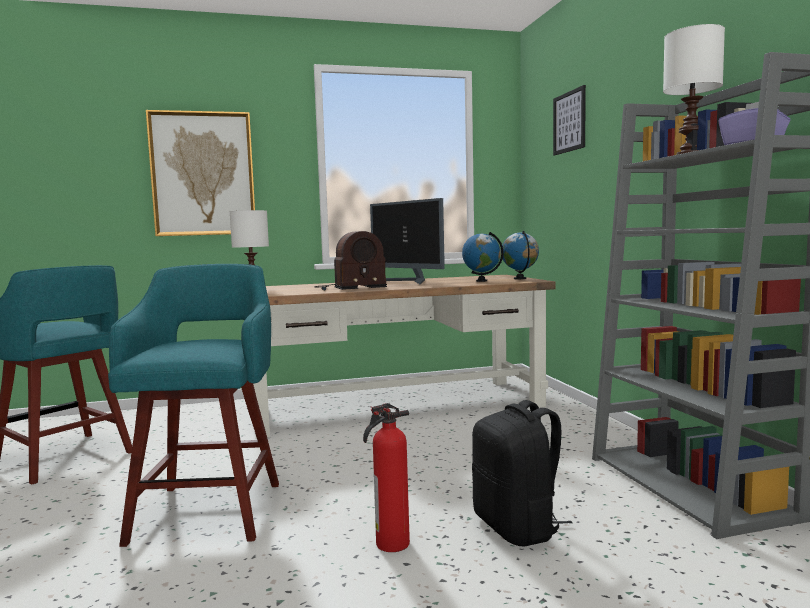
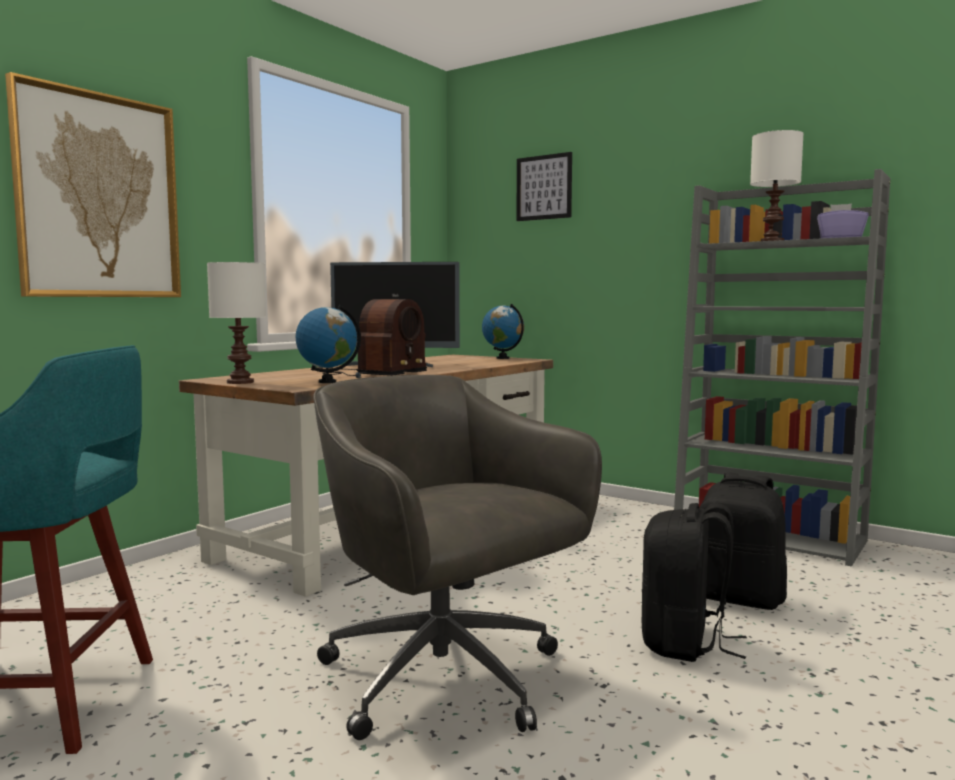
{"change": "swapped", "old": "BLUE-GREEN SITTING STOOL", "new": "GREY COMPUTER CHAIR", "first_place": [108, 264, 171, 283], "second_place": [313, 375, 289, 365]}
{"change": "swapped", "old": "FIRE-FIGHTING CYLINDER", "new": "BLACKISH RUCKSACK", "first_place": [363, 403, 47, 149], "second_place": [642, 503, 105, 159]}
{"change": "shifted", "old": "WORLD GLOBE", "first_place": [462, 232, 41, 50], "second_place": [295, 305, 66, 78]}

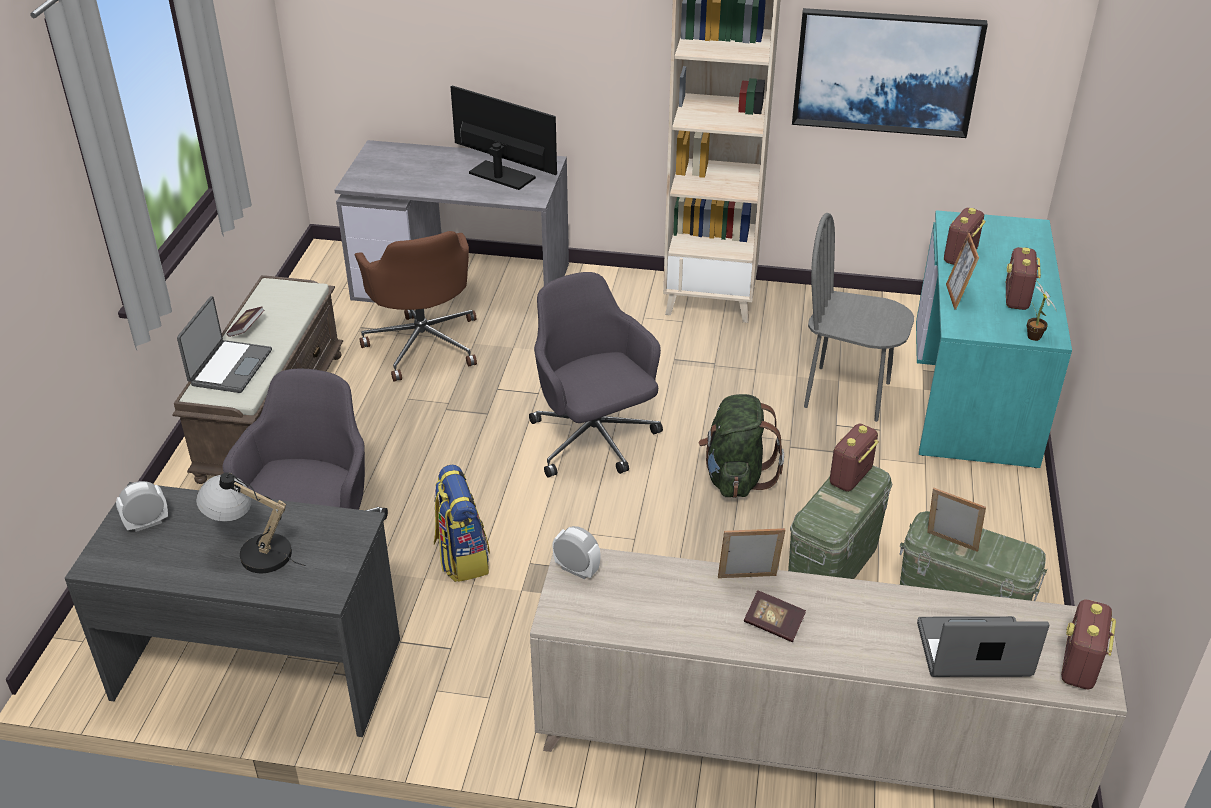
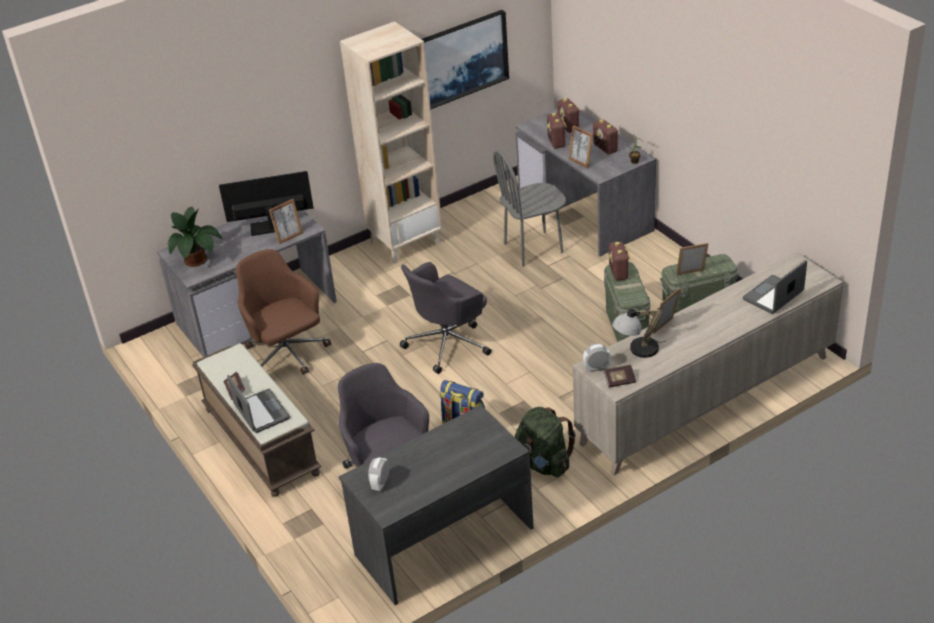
{"change": "shifted", "old": "TABLE LAMP", "first_place": [196, 472, 110, 101], "second_place": [612, 307, 53, 51]}
{"change": "rotated", "old": "BROWN COMPUTER CHAIR", "first_place": [354, 231, 123, 151], "second_place": [236, 249, 95, 126], "degrees": -150}
{"change": "rotated", "old": "GREY COMPUTER CHAIR", "first_place": [529, 272, 134, 206], "second_place": [400, 262, 92, 112], "degrees": -60}
{"change": "shifted", "old": "GREENISH RUCKSACK", "first_place": [699, 394, 85, 104], "second_place": [515, 407, 61, 70]}
{"change": "shifted", "old": "VOLUME", "first_place": [744, 590, 62, 52], "second_place": [603, 365, 33, 23]}
{"change": "repainted", "old": "BLUE-GREEN DESK TABLE", "new": "GREY DESK TABLE", "first_place": [916, 210, 156, 258], "second_place": [515, 108, 141, 148]}
{"change": "shifted", "old": "RADIO", "first_place": [1061, 600, 55, 89], "second_place": [557, 98, 23, 35]}
{"change": "new", "new": "PLANT IN A POT", "second_place": [168, 207, 55, 60]}
{"change": "new", "new": "PHOTO FRAME", "second_place": [269, 199, 34, 45]}

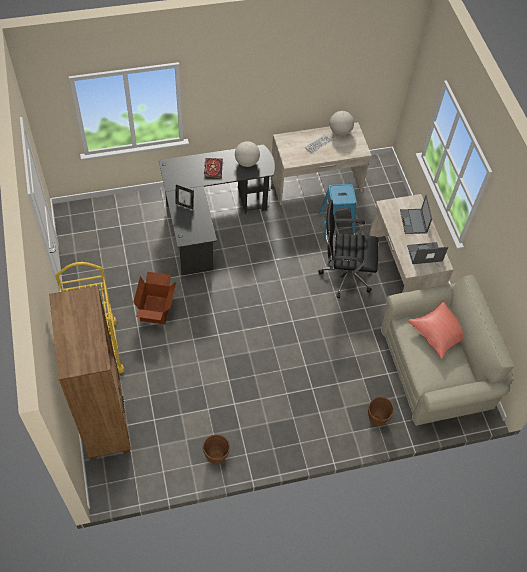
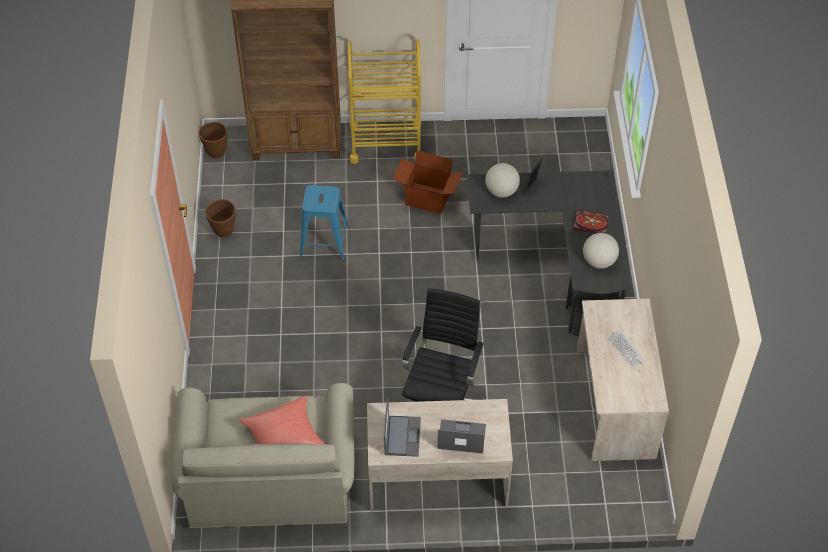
{"change": "shifted", "old": "BLUISH SITTING STOOL", "first_place": [318, 184, 39, 55], "second_place": [300, 185, 49, 75]}
{"change": "shifted", "old": "WORLD GLOBE", "first_place": [330, 111, 24, 25], "second_place": [485, 163, 35, 34]}
{"change": "shifted", "old": "BROWN PLANT POT", "first_place": [368, 397, 26, 29], "second_place": [198, 122, 30, 36]}

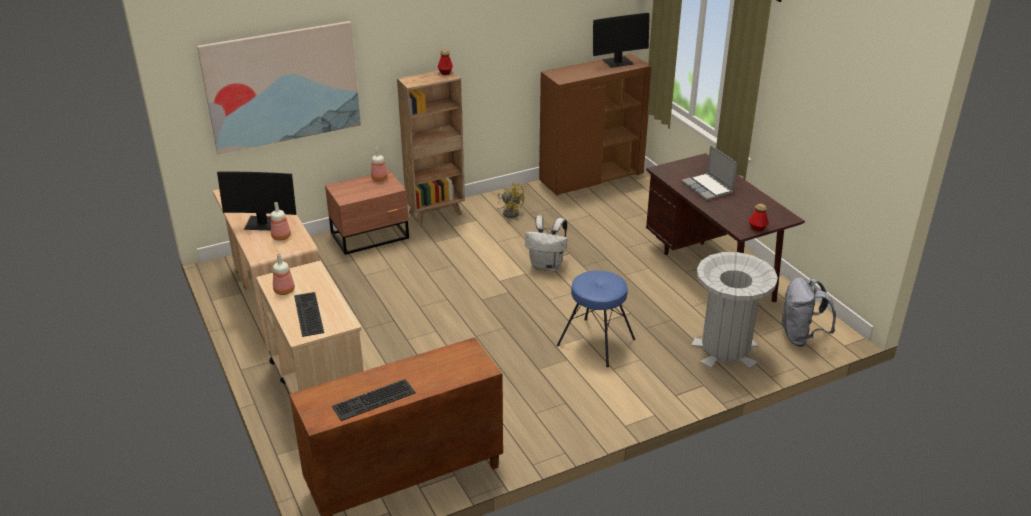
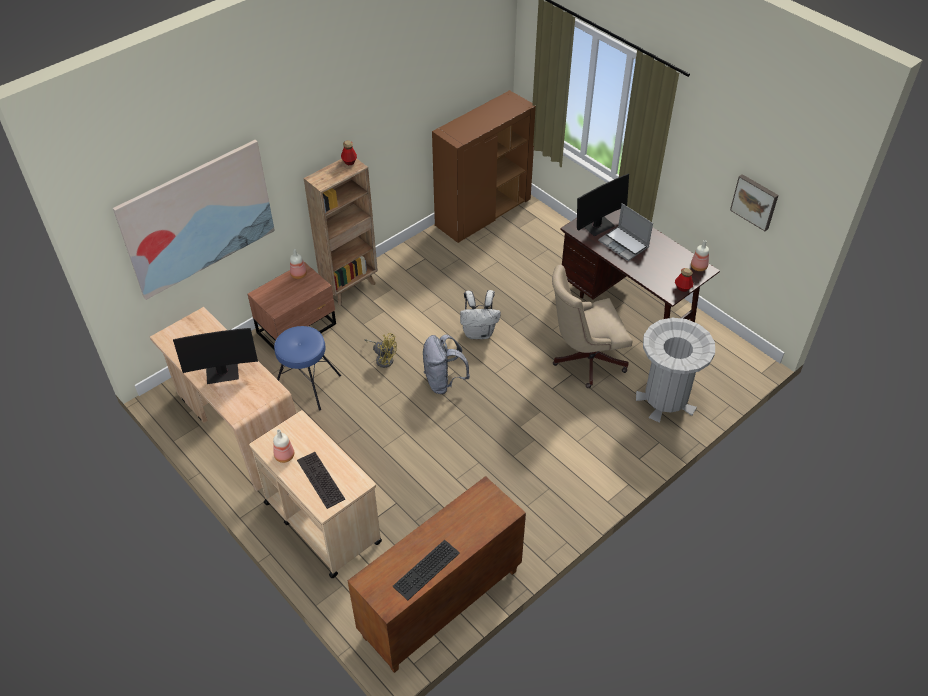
{"change": "shifted", "old": "BOTTLE", "first_place": [271, 202, 20, 39], "second_place": [691, 240, 18, 31]}
{"change": "shifted", "old": "YELLOWISH FAN", "first_place": [498, 183, 26, 35], "second_place": [365, 333, 32, 35]}
{"change": "shifted", "old": "BLUISH SITTING STOOL", "first_place": [557, 270, 78, 97], "second_place": [274, 326, 67, 85]}
{"change": "shifted", "old": "MONITOR", "first_place": [593, 13, 57, 55], "second_place": [577, 174, 52, 62]}
{"change": "shifted", "old": "GREY RUCKSACK", "first_place": [781, 277, 55, 70], "second_place": [423, 334, 47, 60]}
{"change": "new", "new": "BEIGE-COLOURED COMPUTER CHAIR", "second_place": [552, 265, 80, 123]}
{"change": "new", "new": "PICTURE", "second_place": [730, 174, 49, 57]}

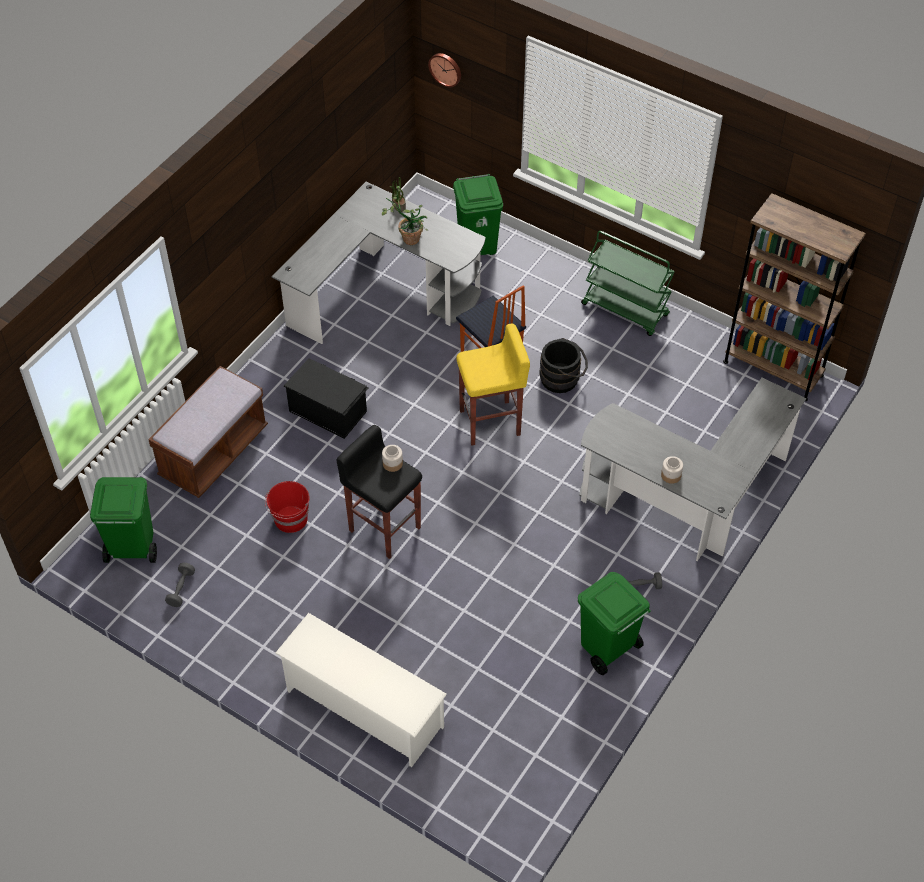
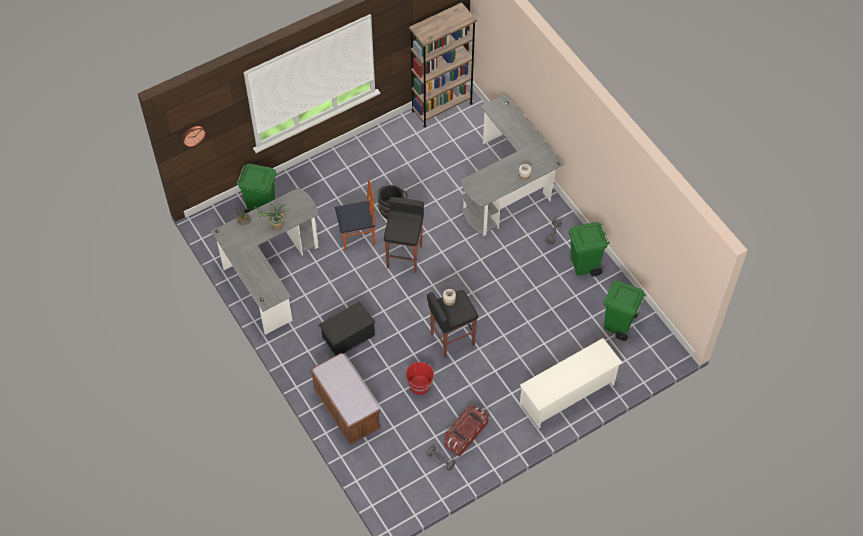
{"change": "shifted", "old": "GREENISH WASTE BIN", "first_place": [90, 477, 67, 86], "second_place": [603, 281, 43, 60]}
{"change": "repainted", "old": "YELLOWISH SITTING STOOL", "new": "BLACKISH SITTING STOOL", "first_place": [456, 324, 74, 122], "second_place": [384, 197, 40, 76]}
{"change": "gone", "old": "GREENISH WHEELED CART", "first_place": [581, 231, 94, 105]}
{"change": "new", "new": "STORAGE BOX", "second_place": [444, 406, 45, 50]}

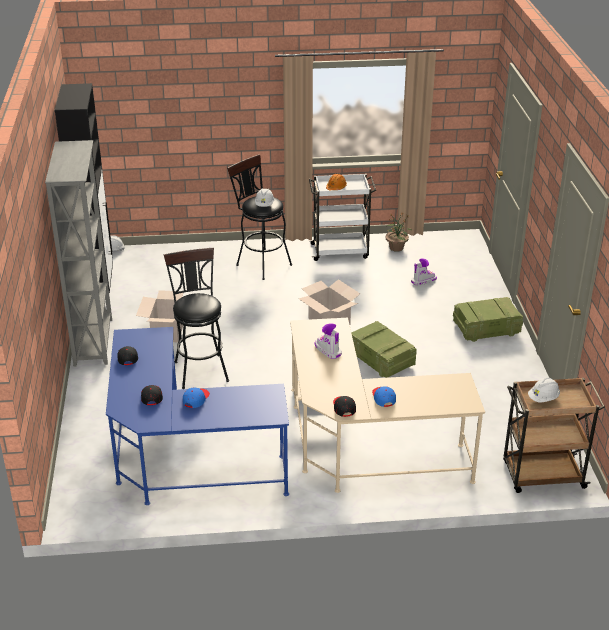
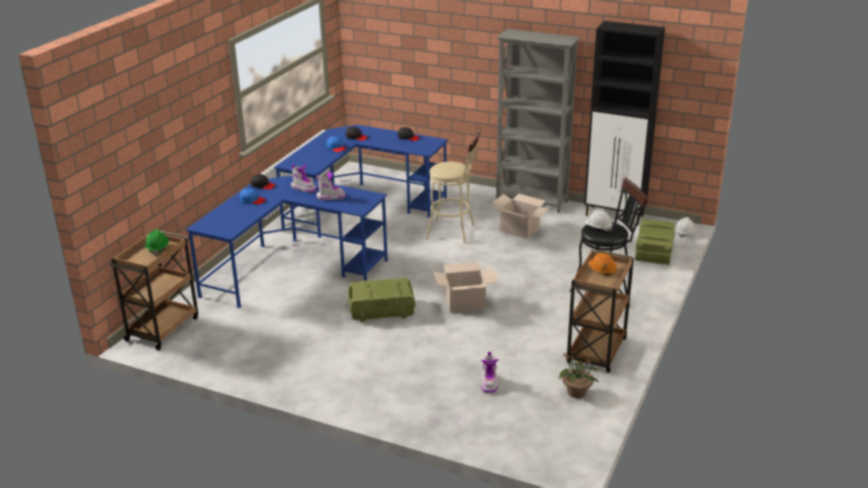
{"change": "repainted", "old": "BLACKISH SITTING STOOL", "new": "BEIGE-COLOURED SITTING STOOL", "first_place": [164, 248, 65, 141], "second_place": [426, 127, 55, 116]}
{"change": "repainted", "old": "BEIGE-COLOURED DESK TABLE", "new": "BLUISH DESK TABLE", "first_place": [290, 318, 195, 175], "second_place": [186, 176, 202, 132]}
{"change": "repainted", "old": "WHITE-COLOURED WHEELED CART", "new": "BROWN WHEELED CART", "first_place": [309, 174, 67, 87], "second_place": [567, 249, 67, 124]}
{"change": "shifted", "old": "CRATE", "first_place": [453, 297, 70, 45], "second_place": [635, 219, 40, 46]}
{"change": "repainted", "old": "WHITE-COLOURED WORK HELMET", "new": "GREENISH WORK HELMET", "first_place": [528, 378, 32, 25], "second_place": [145, 229, 24, 26]}
{"change": "new", "new": "HIGH-TOP BOOT", "second_place": [291, 164, 26, 29]}

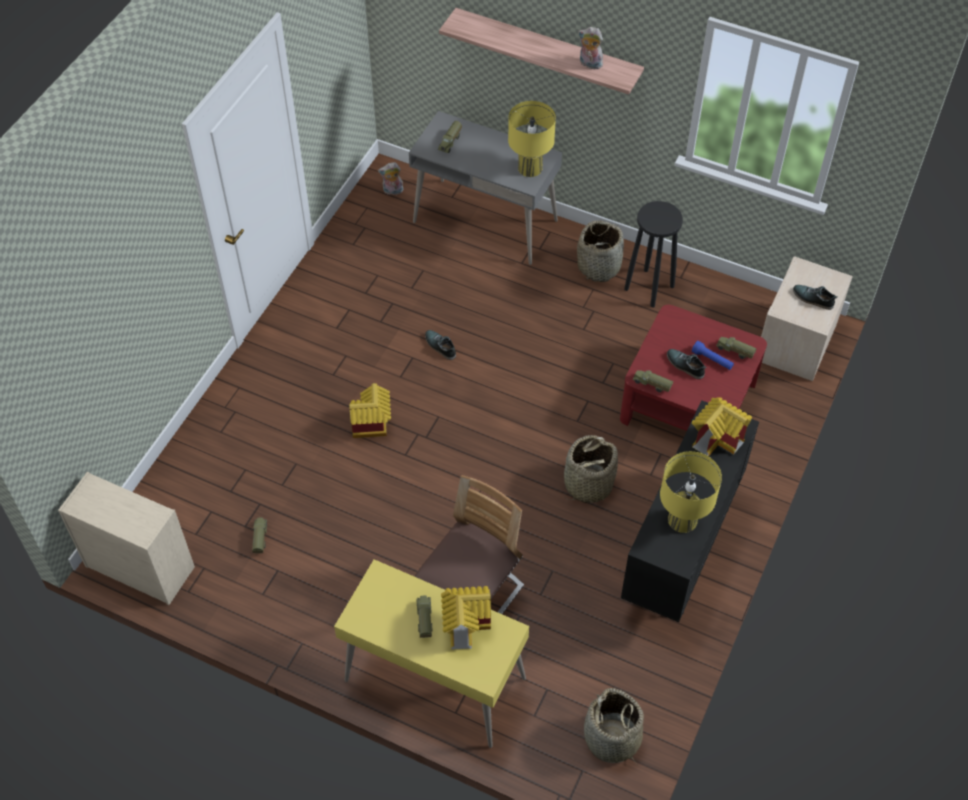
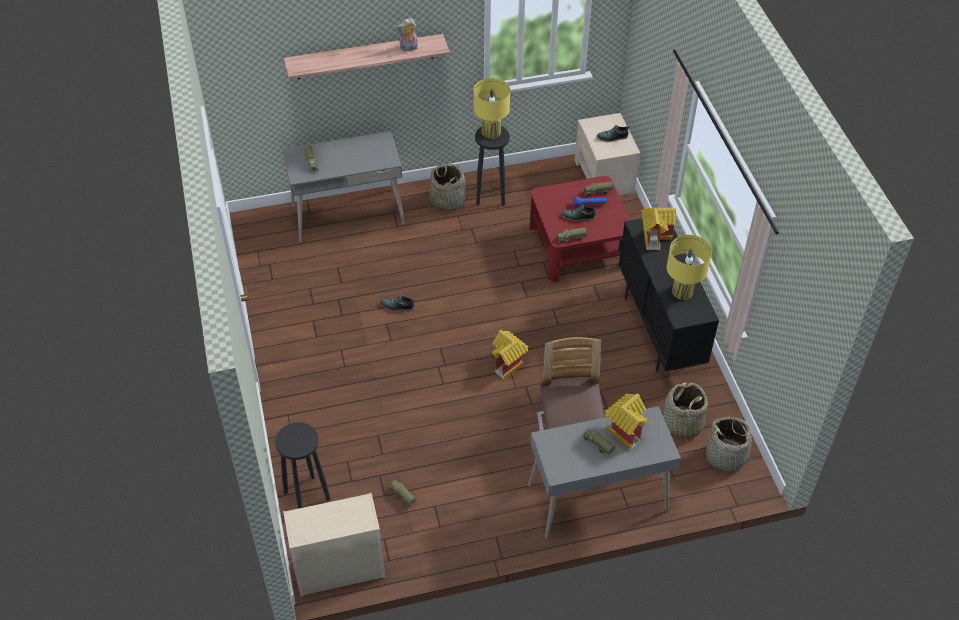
{"change": "repainted", "old": "YELLOWISH DESK TABLE", "new": "GREY DESK TABLE", "first_place": [334, 559, 195, 189], "second_place": [528, 406, 153, 133]}
{"change": "shifted", "old": "MINIATURE HOUSE", "first_place": [349, 383, 42, 55], "second_place": [492, 330, 36, 49]}
{"change": "gone", "old": "SOFT TOY", "first_place": [378, 162, 25, 33]}
{"change": "shifted", "old": "YELLOWISH TABLE LAMP", "first_place": [508, 101, 48, 76], "second_place": [473, 78, 37, 61]}
{"change": "shifted", "old": "HOUSEHOLD BASKET", "first_place": [564, 435, 54, 68], "second_place": [663, 382, 45, 59]}
{"change": "new", "new": "BLACKISH SITTING STOOL", "second_place": [275, 422, 55, 87]}

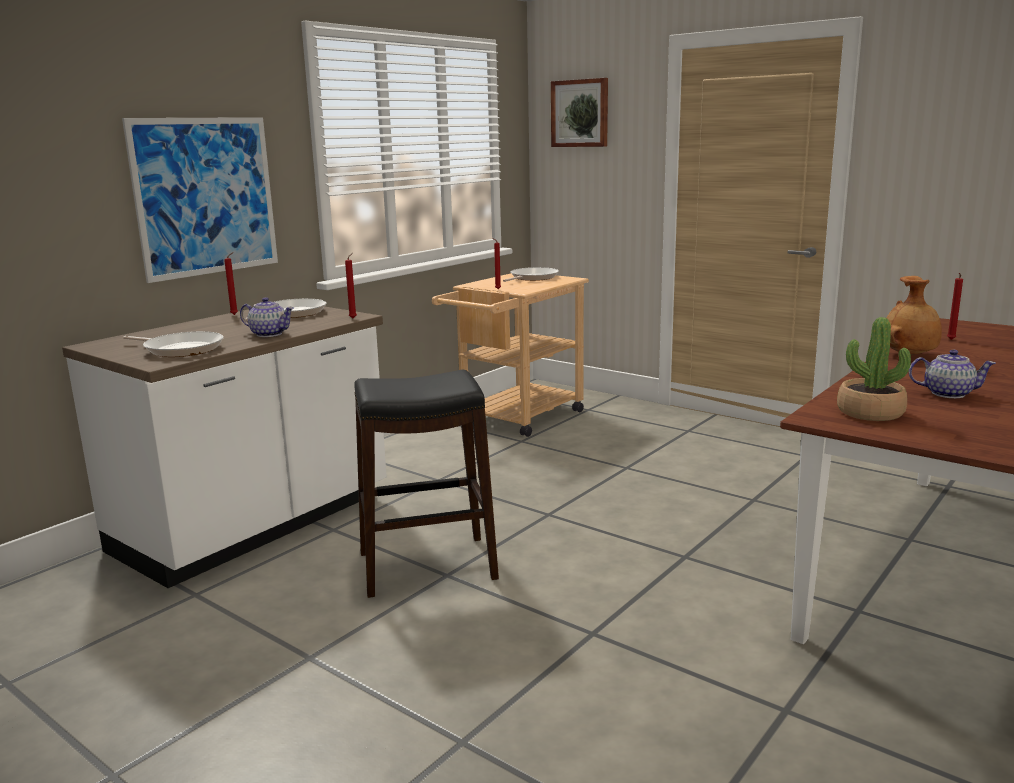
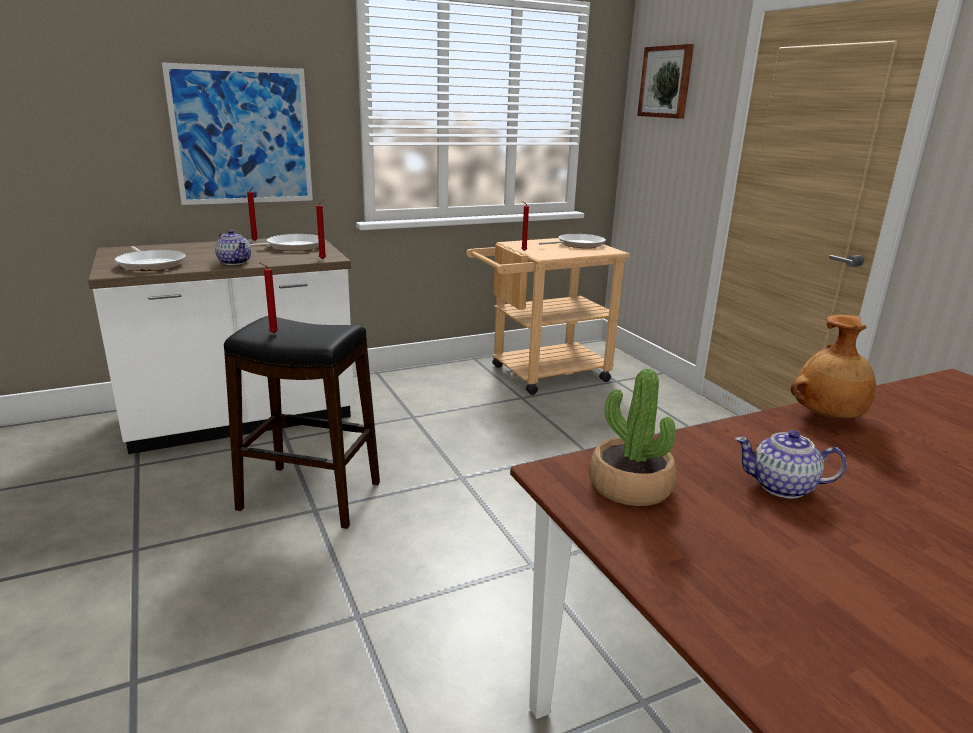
{"change": "rotated", "old": "POT FOR TEA", "first_place": [909, 350, 87, 48], "second_place": [735, 430, 112, 69], "degrees": 150}
{"change": "shifted", "old": "RED CANDLE", "first_place": [947, 273, 16, 67], "second_place": [260, 263, 18, 70]}

